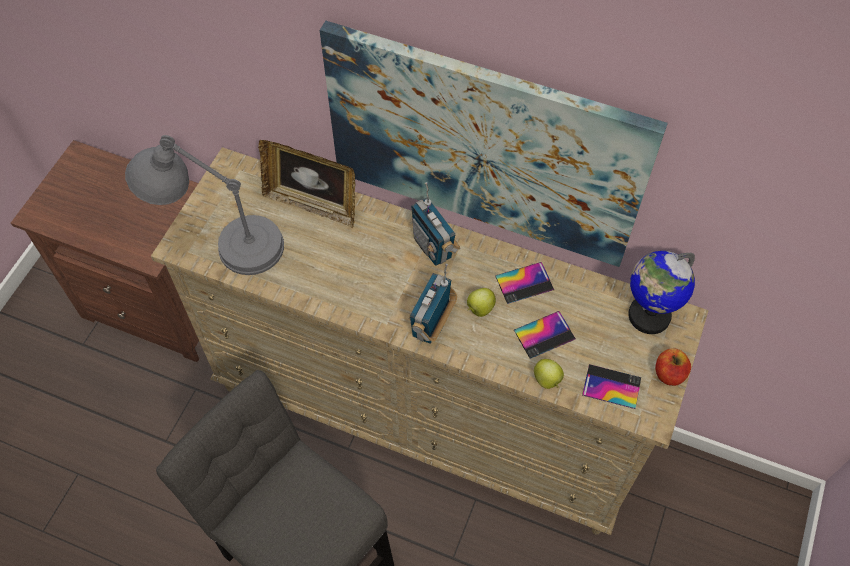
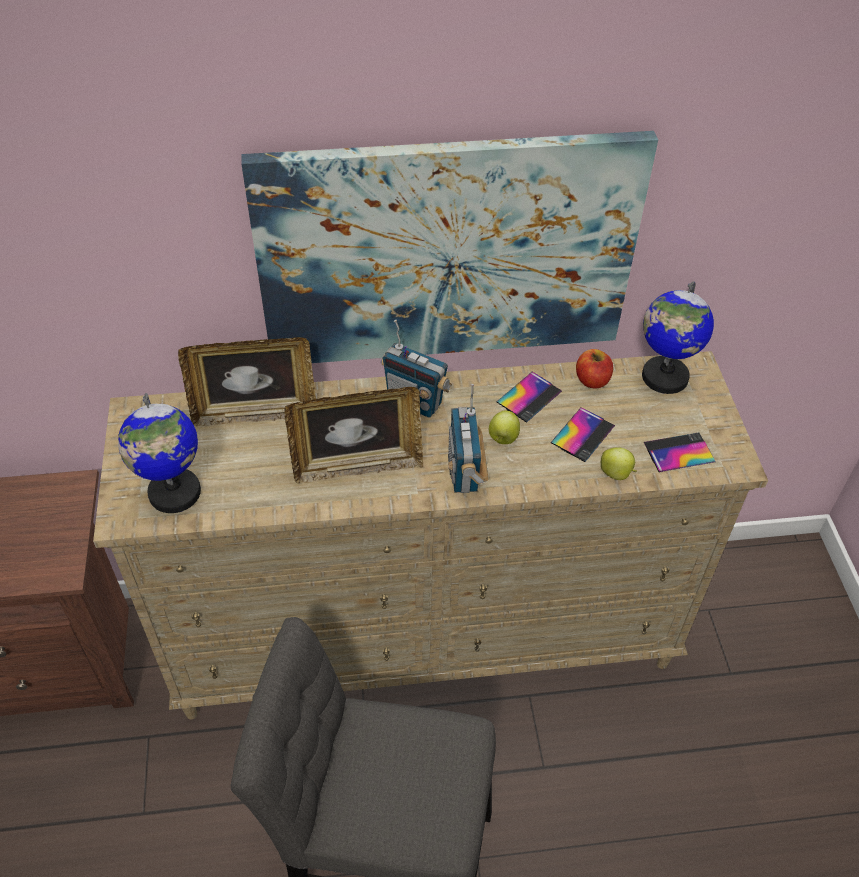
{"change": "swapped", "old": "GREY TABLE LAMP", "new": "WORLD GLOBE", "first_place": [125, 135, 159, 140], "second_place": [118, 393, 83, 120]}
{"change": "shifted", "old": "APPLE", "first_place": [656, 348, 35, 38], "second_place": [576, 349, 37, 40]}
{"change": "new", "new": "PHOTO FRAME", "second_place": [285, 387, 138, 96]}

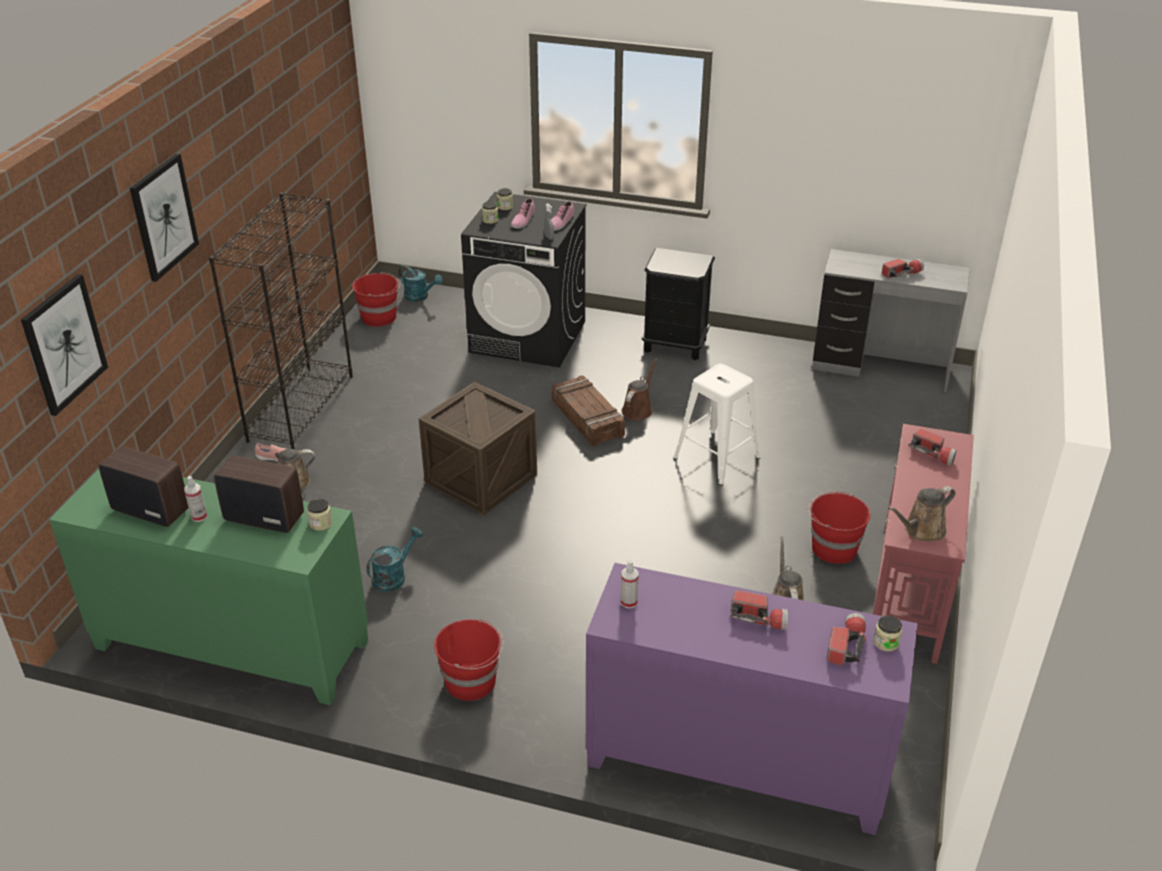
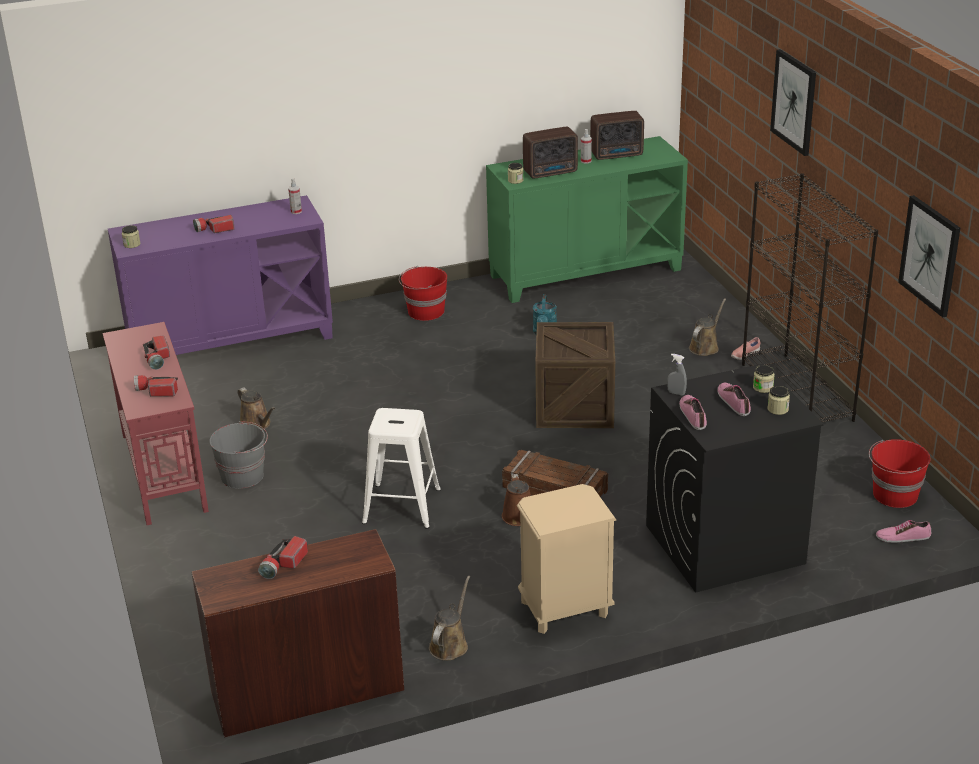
{"change": "shifted", "old": "PICTURE", "first_place": [21, 274, 87, 142], "second_place": [898, 195, 62, 123]}
{"change": "swapped", "old": "BLUE-GREEN WATERING POT", "new": "LOW SHOE", "first_place": [398, 265, 45, 37], "second_place": [876, 520, 55, 23]}
{"change": "repainted", "old": "BLACKISH BEDSIDE TABLE", "new": "BEIGE-COLOURED BEDSIDE TABLE", "first_place": [642, 248, 73, 112], "second_place": [517, 484, 99, 150]}
{"change": "repainted", "old": "RED BUCKET", "new": "GREY BUCKET", "first_place": [808, 491, 62, 73], "second_place": [209, 421, 59, 68]}
{"change": "repainted", "old": "GREY DESK TABLE", "new": "BROWN DESK TABLE", "first_place": [812, 249, 158, 143], "second_place": [192, 529, 212, 208]}
{"change": "shifted", "old": "FLASHLIGHT", "first_place": [827, 613, 39, 53], "second_place": [143, 336, 27, 34]}
{"change": "shifted", "old": "BROWN WATERING POT", "first_place": [888, 486, 68, 55], "second_place": [429, 576, 41, 84]}

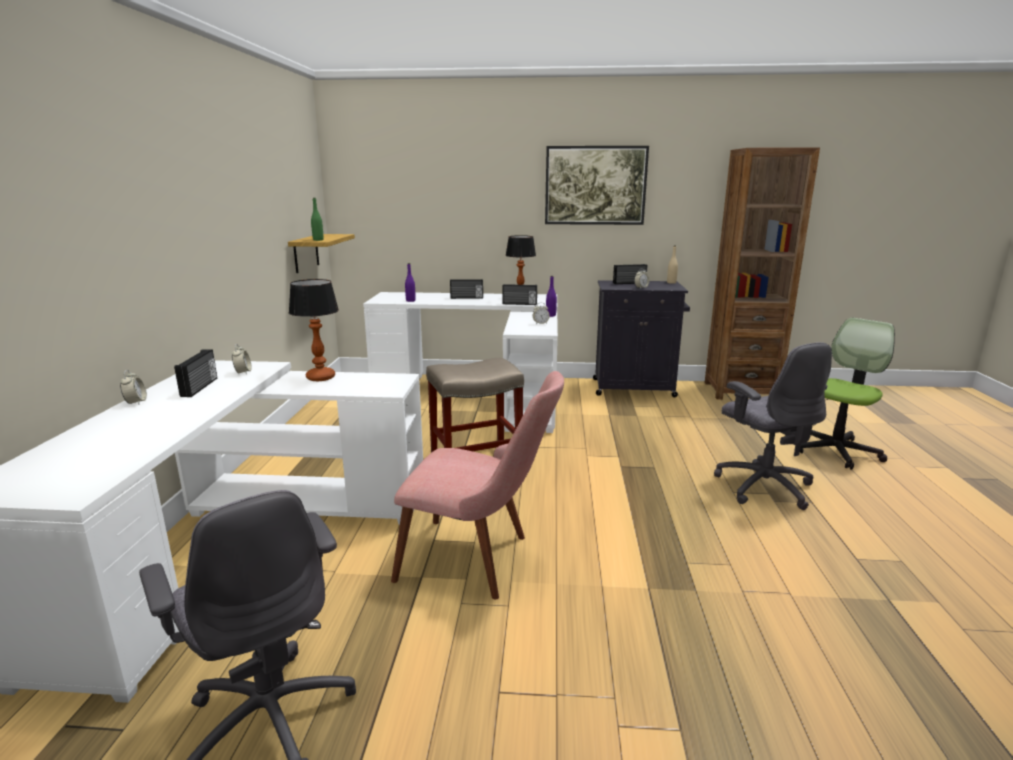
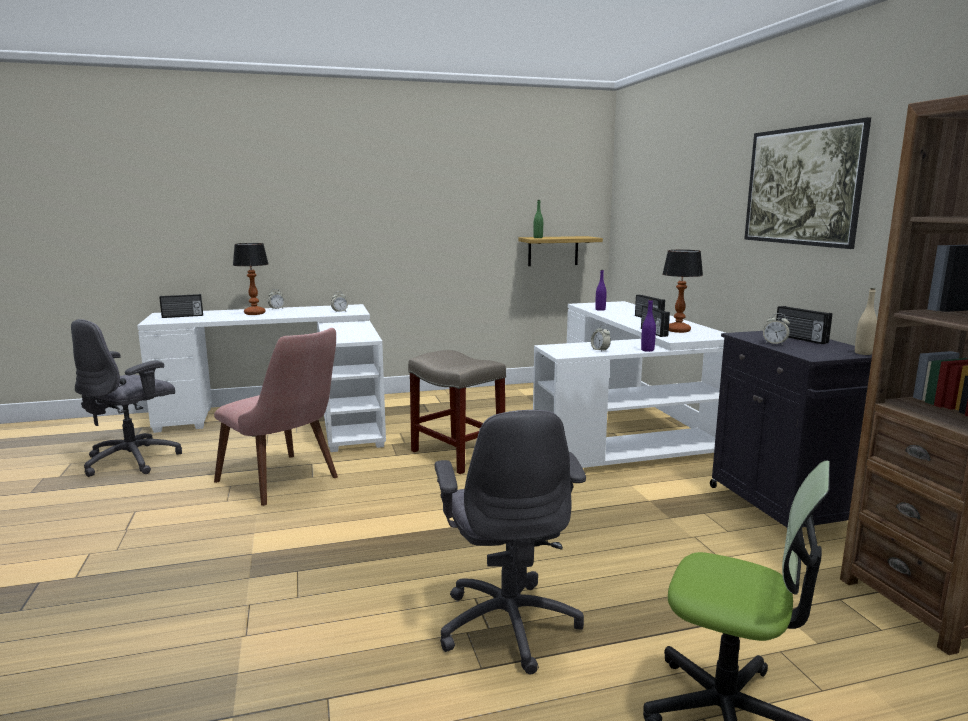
{"change": "shifted", "old": "RADIO", "first_place": [174, 349, 43, 48], "second_place": [159, 294, 44, 24]}
{"change": "shifted", "old": "TABLE LAMP", "first_place": [289, 279, 50, 102], "second_place": [233, 243, 35, 72]}
{"change": "rotated", "old": "PINK CHAIR", "first_place": [391, 371, 173, 228], "second_place": [214, 328, 124, 178], "degrees": -45}
{"change": "rotated", "old": "GREY COMPUTER CHAIR", "first_place": [714, 342, 118, 168], "second_place": [435, 410, 151, 265], "degrees": -60}

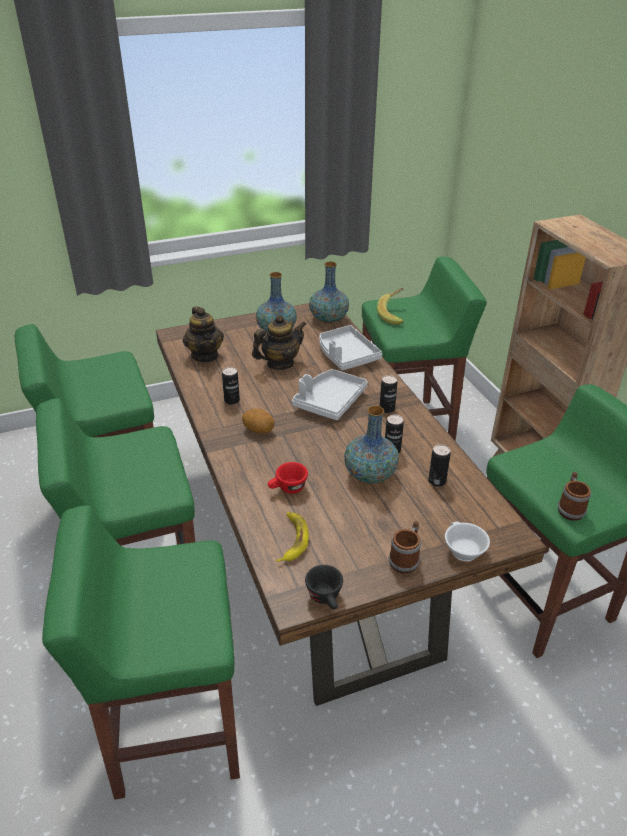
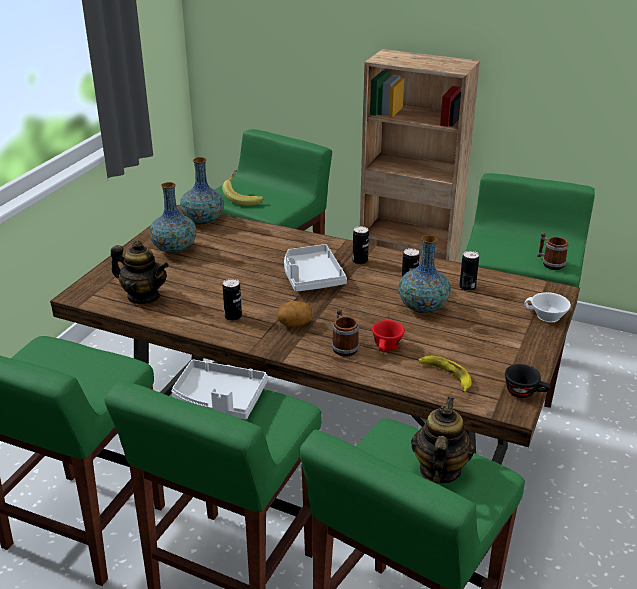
{"change": "shifted", "old": "POT FOR TEA", "first_place": [252, 315, 54, 55], "second_place": [411, 397, 64, 87]}
{"change": "shifted", "old": "GREY SERVING TRAY", "first_place": [319, 325, 63, 45], "second_place": [171, 360, 97, 59]}
{"change": "shifted", "old": "COFFEE MUG", "first_place": [388, 521, 33, 53], "second_place": [331, 309, 29, 48]}

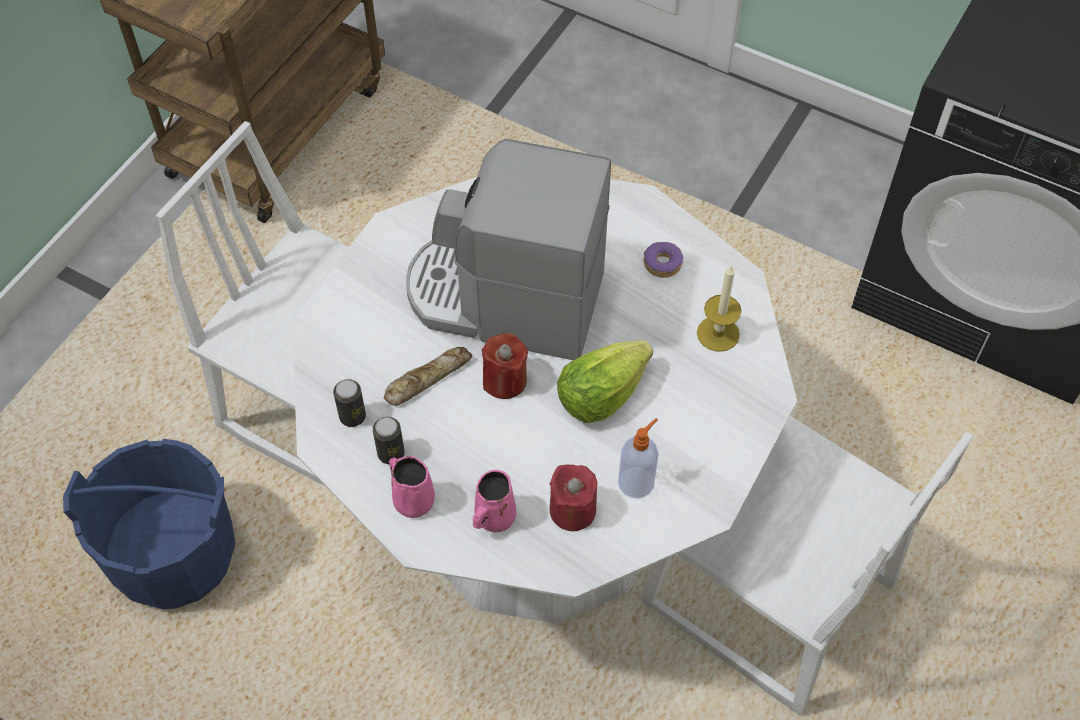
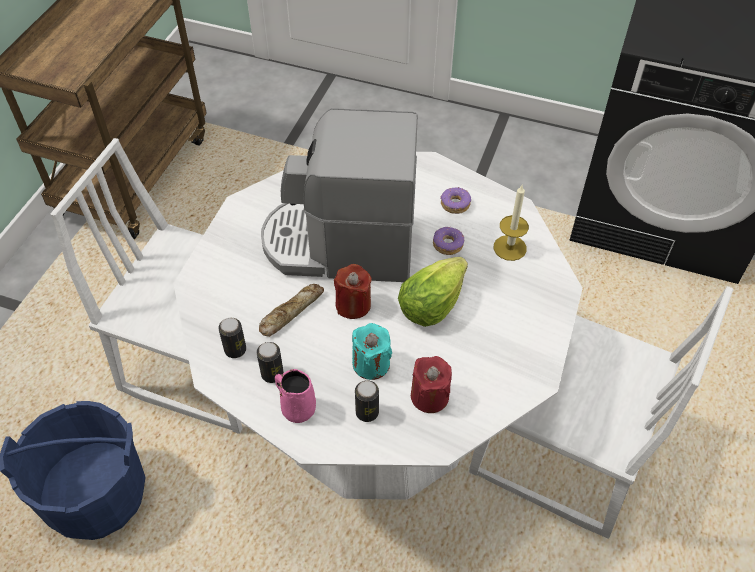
{"change": "swapped", "old": "PINK COFFEE MUG", "new": "CAN", "first_place": [473, 470, 43, 62], "second_place": [355, 380, 24, 42]}
{"change": "gone", "old": "SOAP DISPENSER", "first_place": [618, 418, 41, 81]}
{"change": "new", "new": "BLUE-GREEN CANDLE", "second_place": [352, 323, 40, 57]}
{"change": "new", "new": "DONUT", "second_place": [433, 227, 31, 28]}

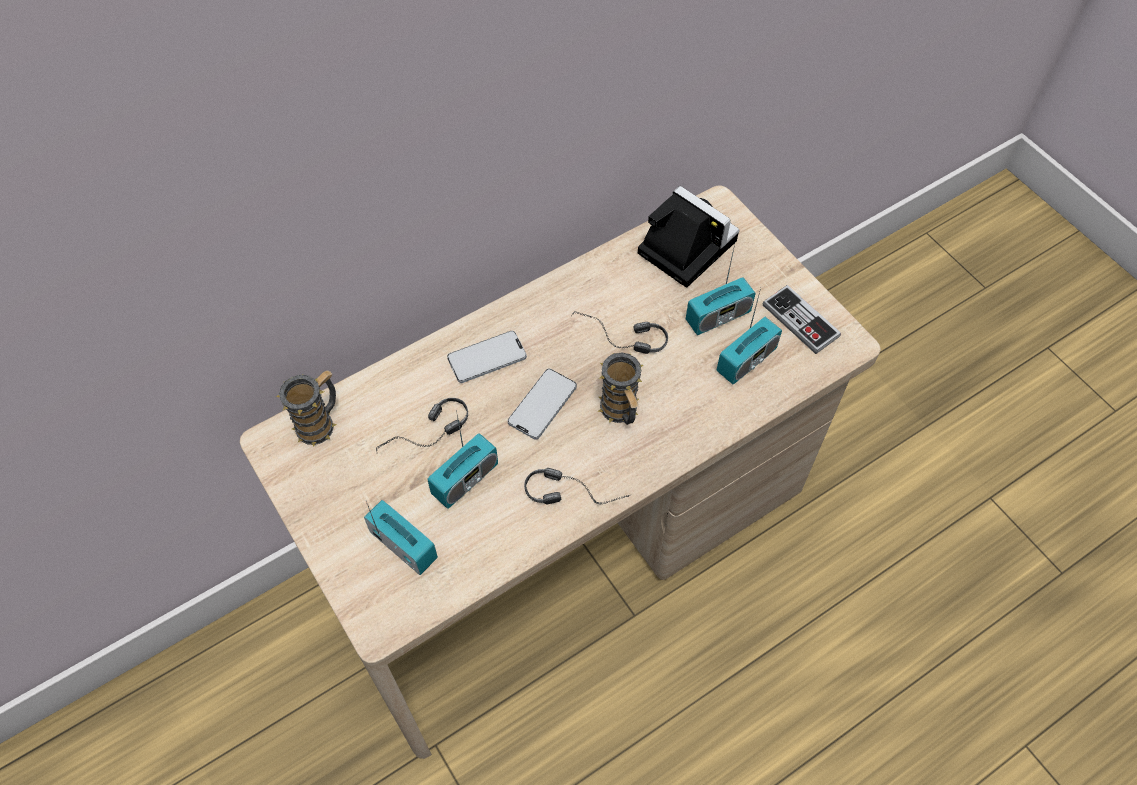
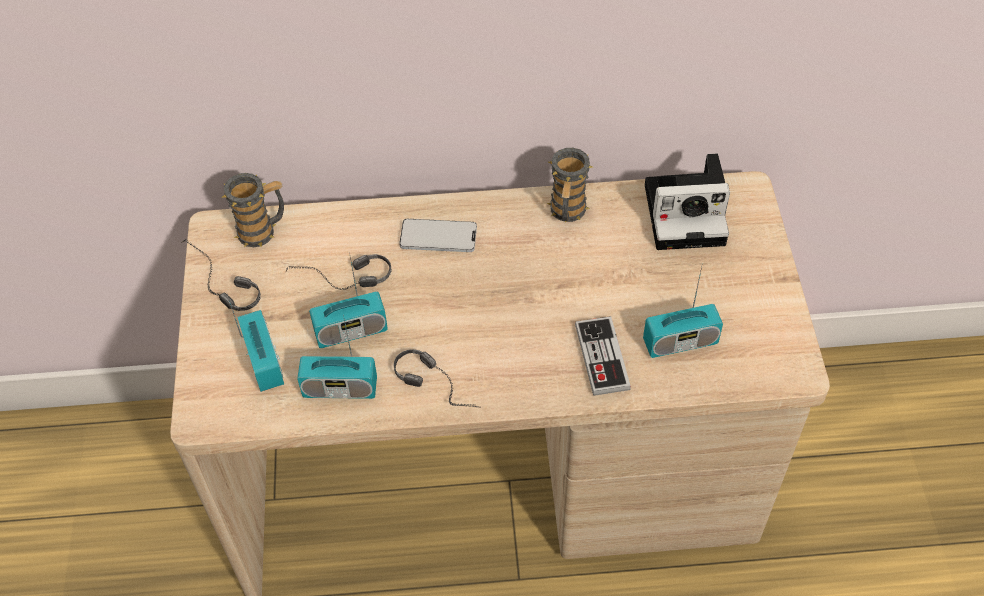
{"change": "gone", "old": "HANDSET", "first_place": [508, 368, 69, 72]}
{"change": "shifted", "old": "HEADSET", "first_place": [571, 311, 97, 43], "second_place": [181, 239, 80, 72]}
{"change": "shifted", "old": "COFFEE MUG", "first_place": [598, 353, 45, 72], "second_place": [547, 148, 45, 75]}
{"change": "rotated", "old": "STILL CAMERA", "first_place": [638, 186, 101, 101], "second_place": [645, 153, 85, 97], "degrees": 105}
{"change": "shifted", "old": "RADIO", "first_place": [686, 244, 70, 91], "second_place": [297, 314, 80, 85]}
{"change": "shifted", "old": "GAME CONTROLLER", "first_place": [763, 285, 78, 69], "second_place": [575, 316, 56, 80]}

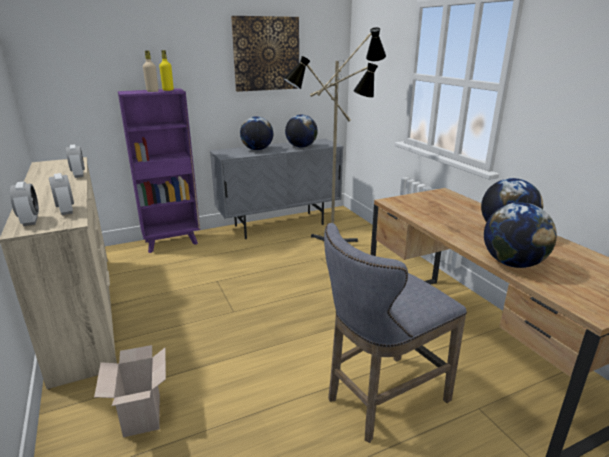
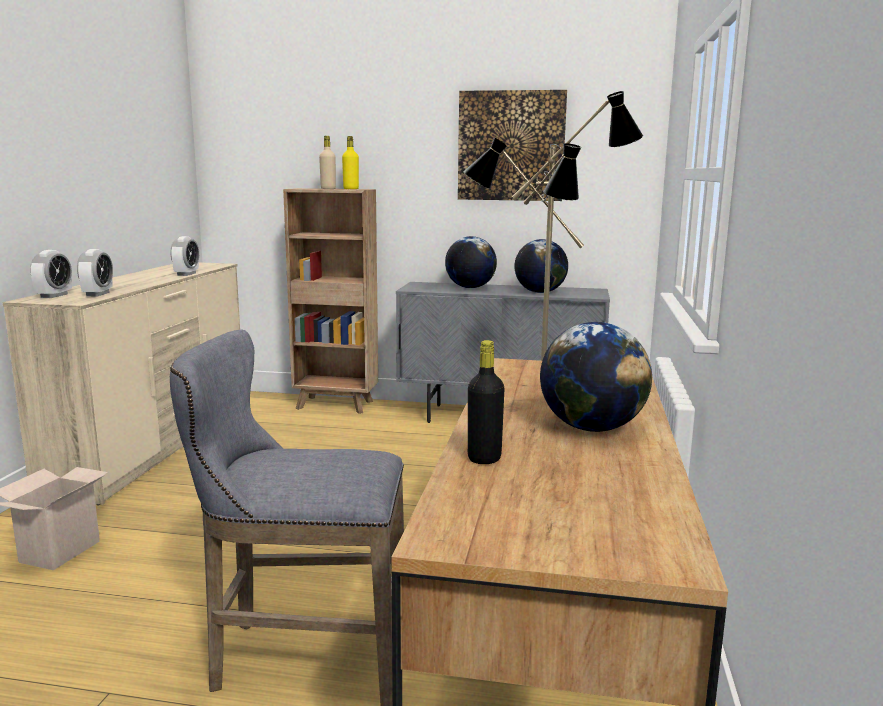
{"change": "repainted", "old": "PURPLISH BOOKSHELF", "new": "BROWN BOOKSHELF", "first_place": [118, 88, 82, 165], "second_place": [283, 188, 95, 226]}
{"change": "swapped", "old": "WORLD GLOBE", "new": "BLACKISH BOTTLE", "first_place": [484, 202, 73, 66], "second_place": [468, 340, 37, 124]}

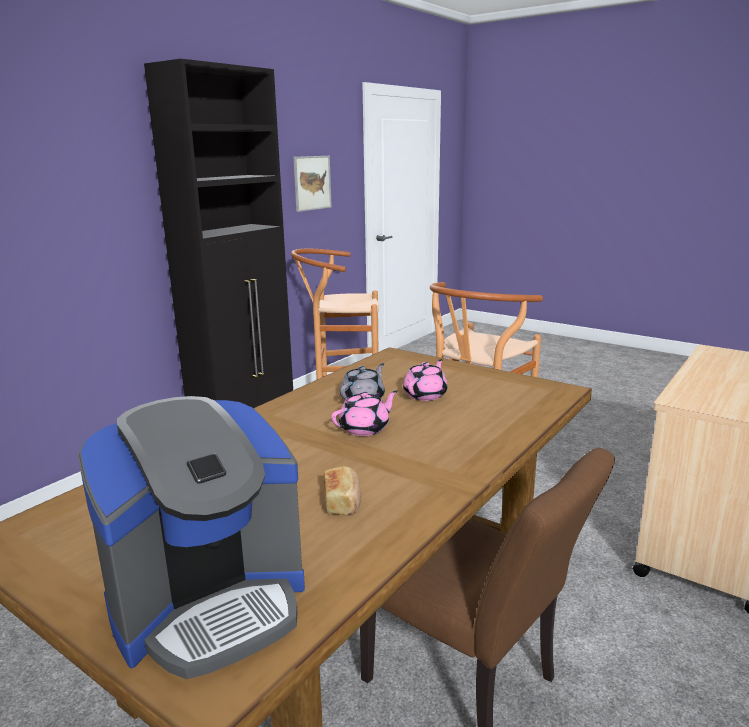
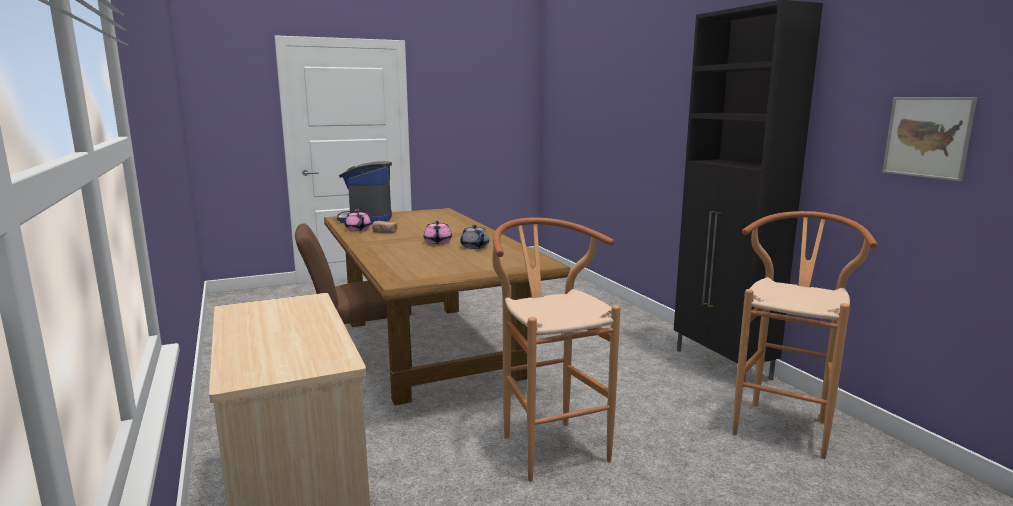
{"change": "shifted", "old": "PINK POT FOR TEA", "first_place": [403, 359, 45, 42], "second_place": [345, 209, 26, 22]}

